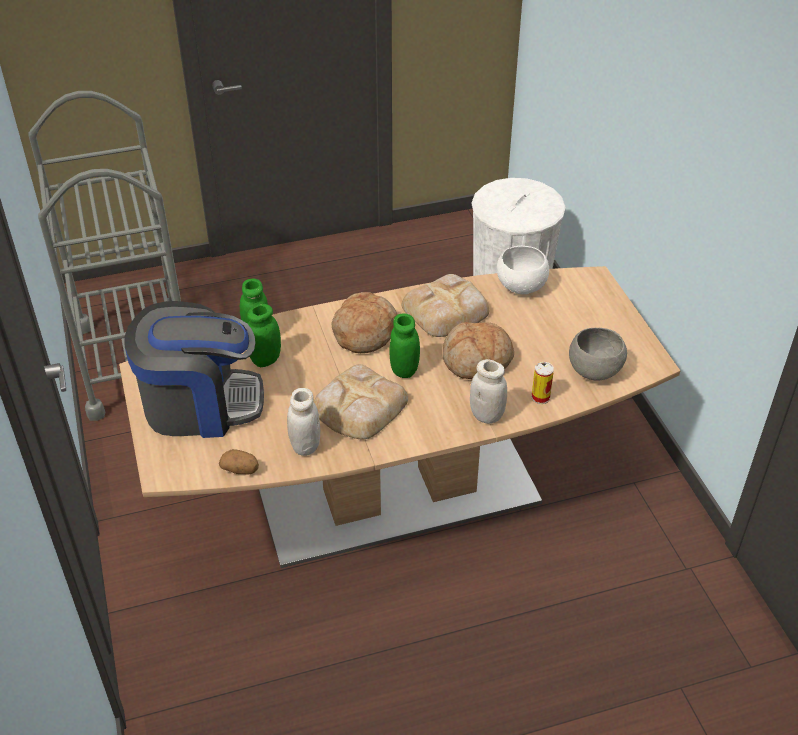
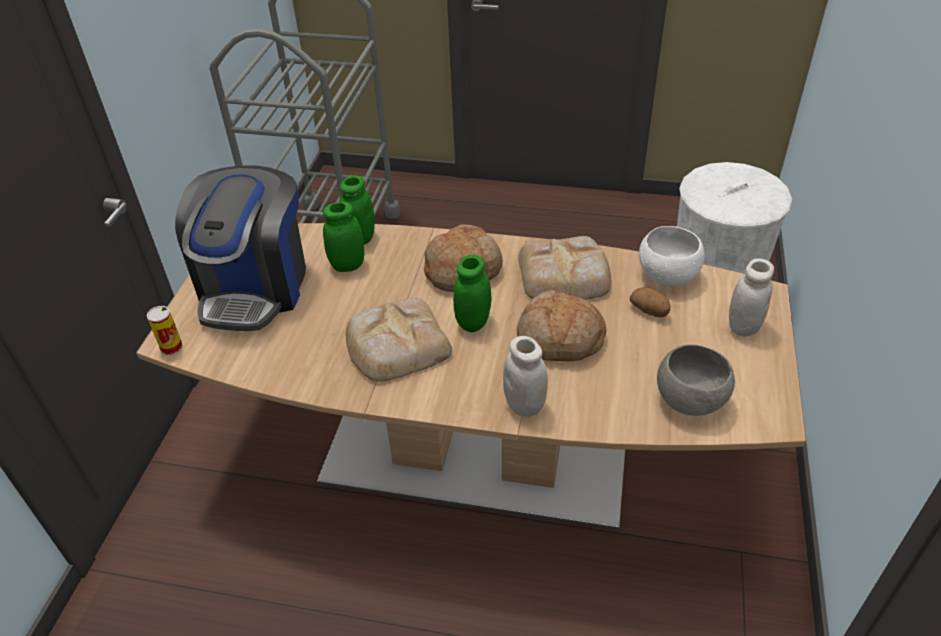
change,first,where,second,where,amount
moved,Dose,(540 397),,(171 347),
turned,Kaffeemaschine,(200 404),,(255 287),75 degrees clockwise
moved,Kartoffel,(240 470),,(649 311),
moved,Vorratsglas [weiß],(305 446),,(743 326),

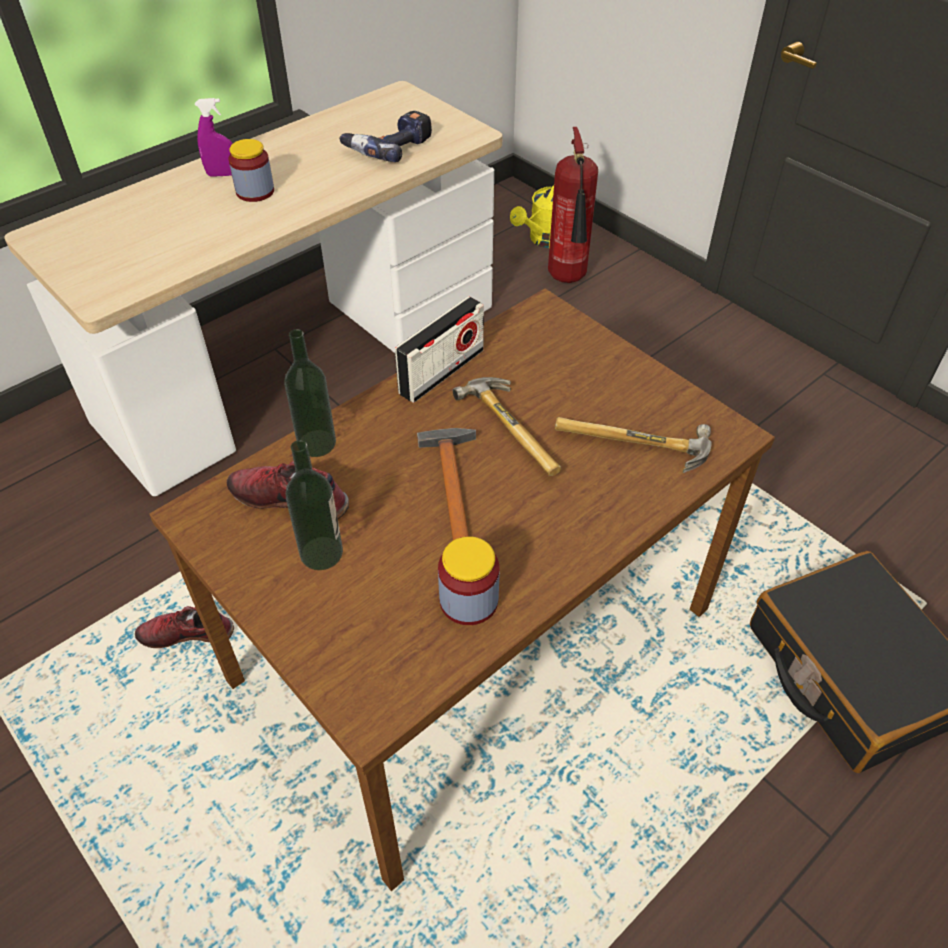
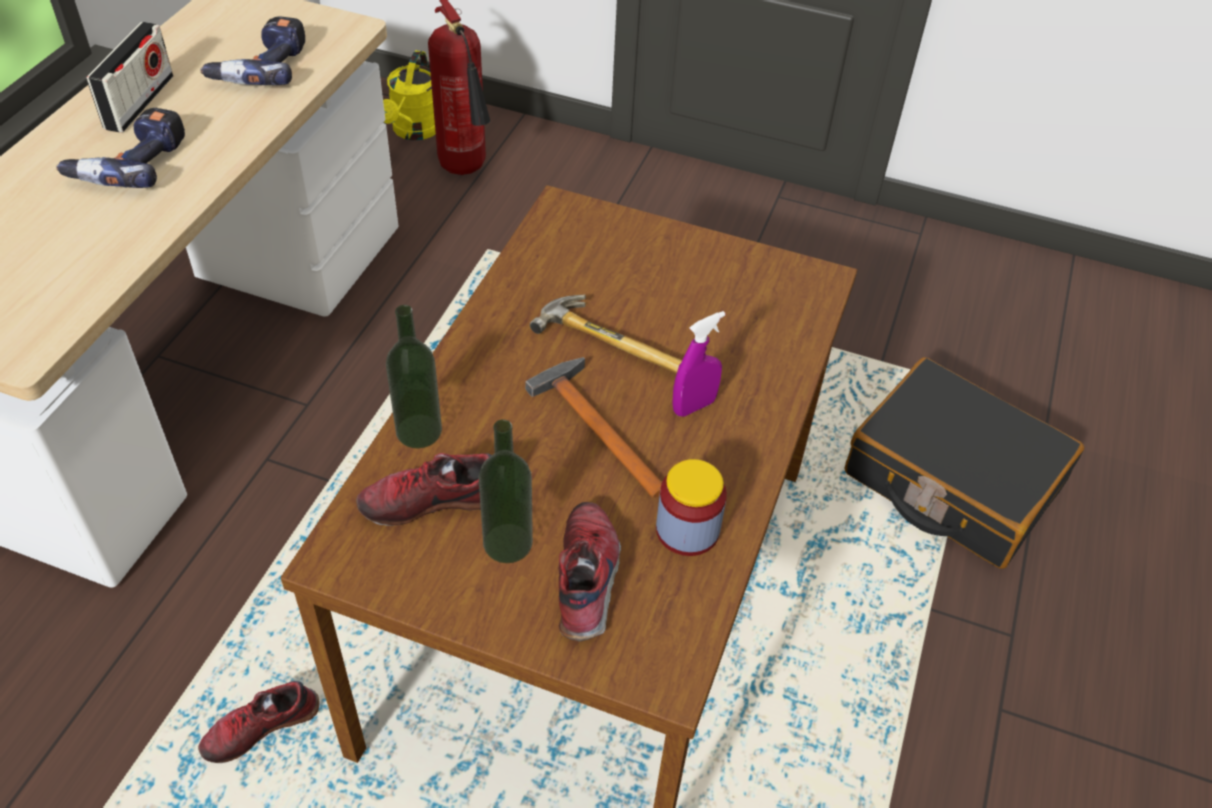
change,first,where,second,where,amount
replaced,Vorratsglas,(255 192),Bohrmaschine,(130 164),
moved,Radio,(441 372),,(139 102),
added,,,Schuh,(589 579),
moved,Sprühflasche [lila],(222 174),,(694 406),
removed,Hammer,(632 448),,,

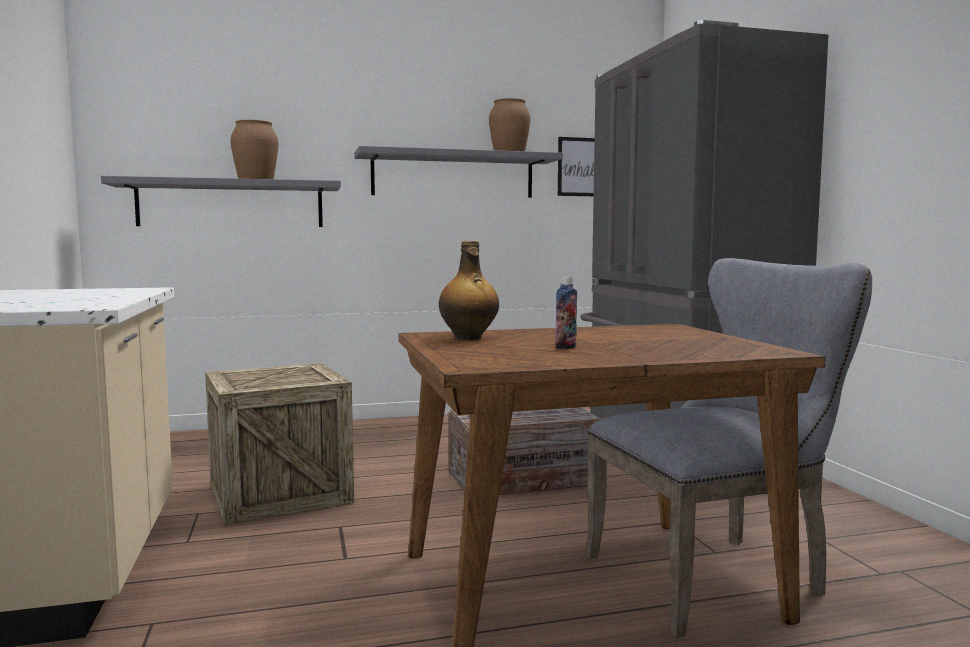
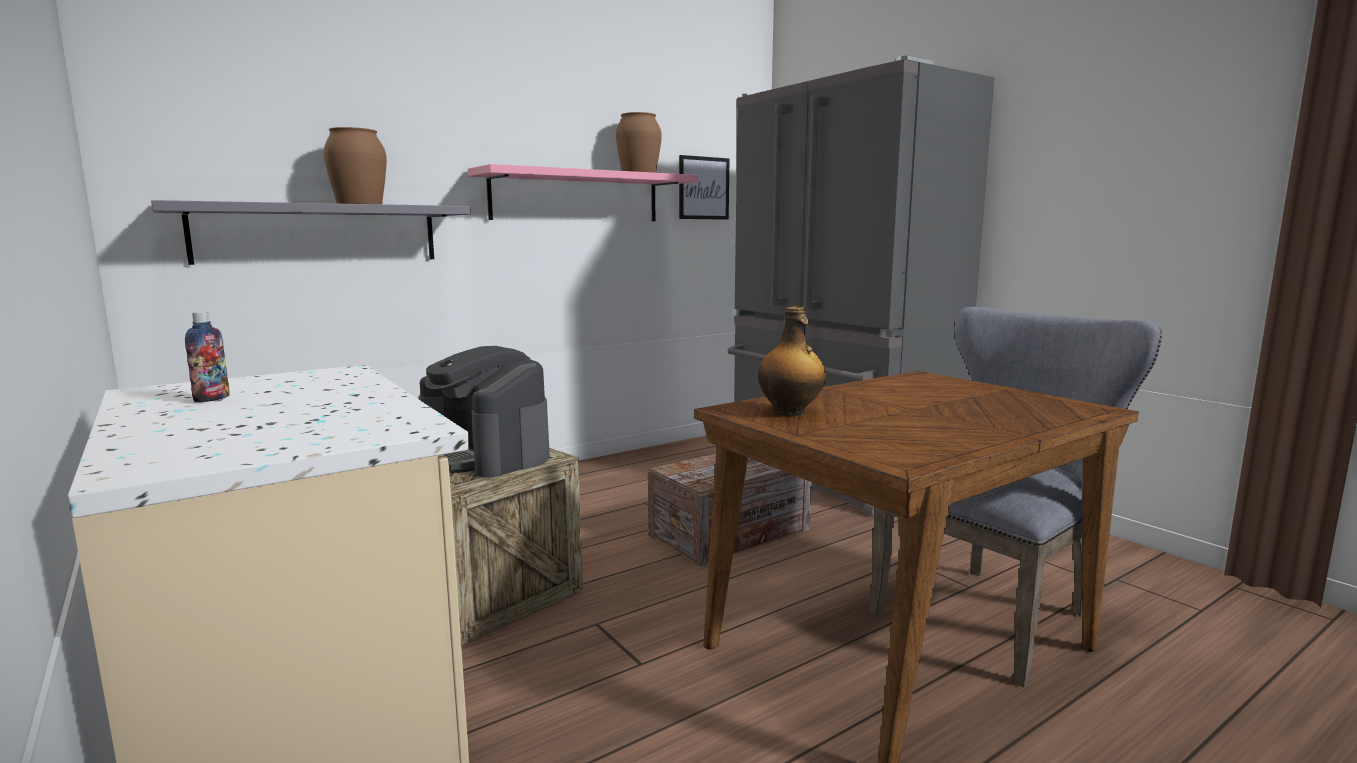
change,first,where,second,where,amount
moved,Flasche,(566 347),,(212 399),
added,,,Kaffeemaschine,(486 455),
recoloured,Wandregal [grau],(453 175),Wandregal [rosa],(576 197),

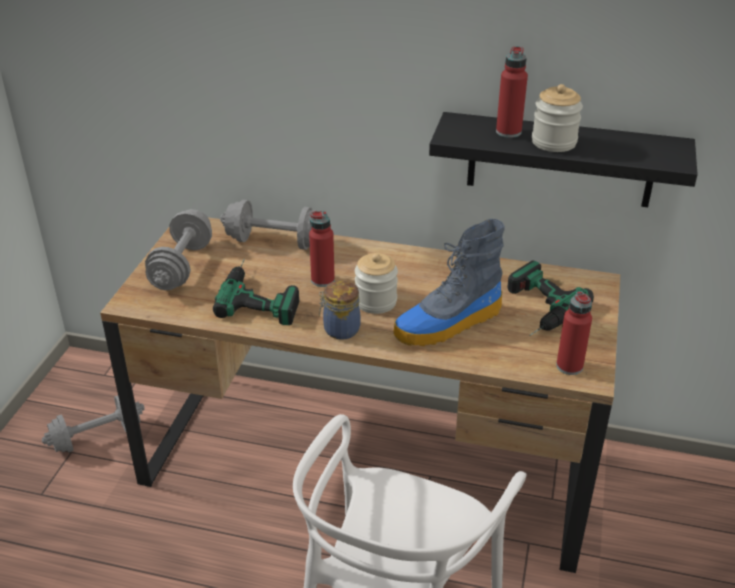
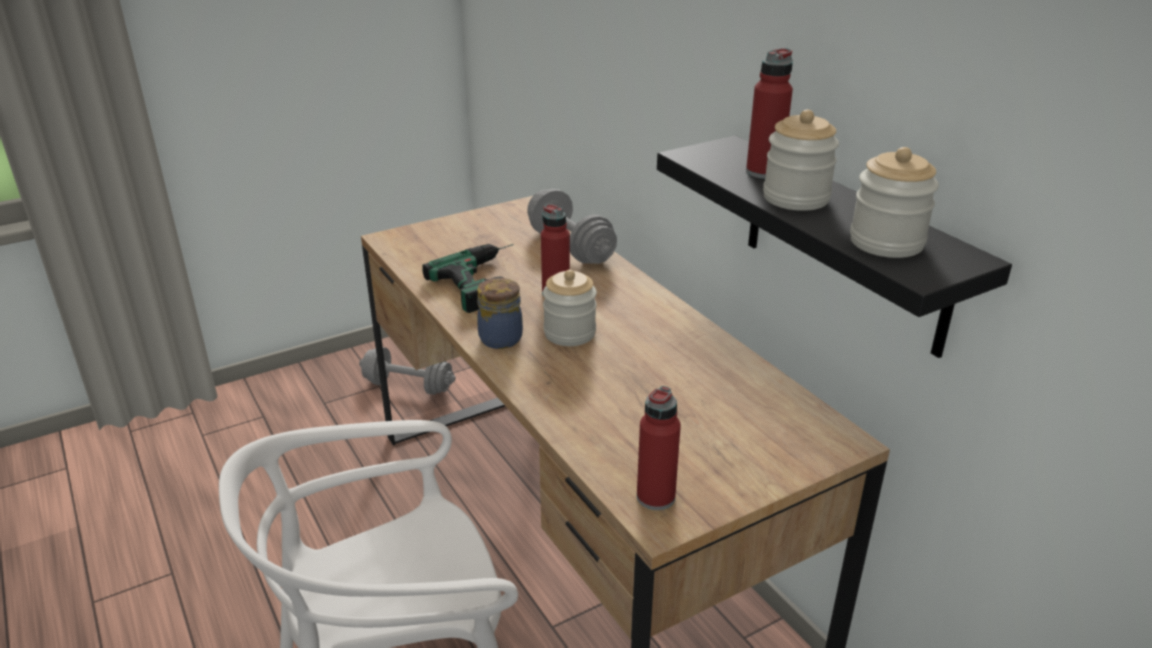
change,first,where,second,where,amount
added,,,Vorratsglas,(886 242),
removed,Hantel [grau],(182 266),,,
removed,Stiefel,(448 324),,,
removed,Bohrmaschine,(534 309),,,

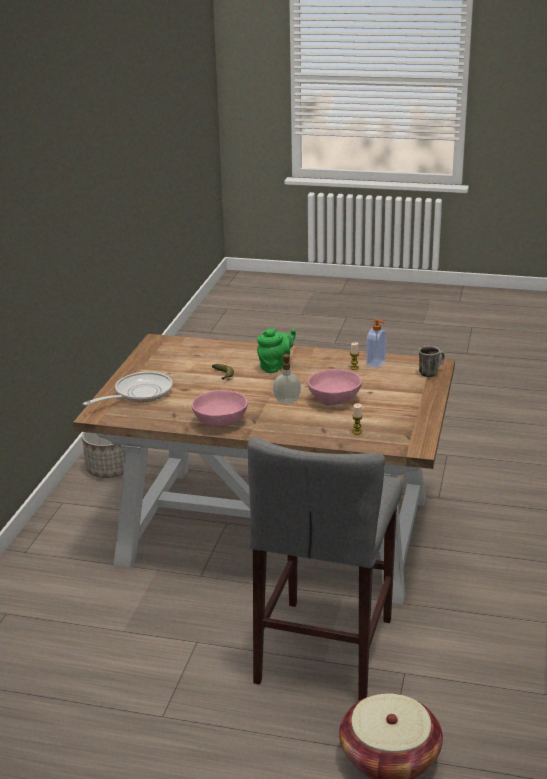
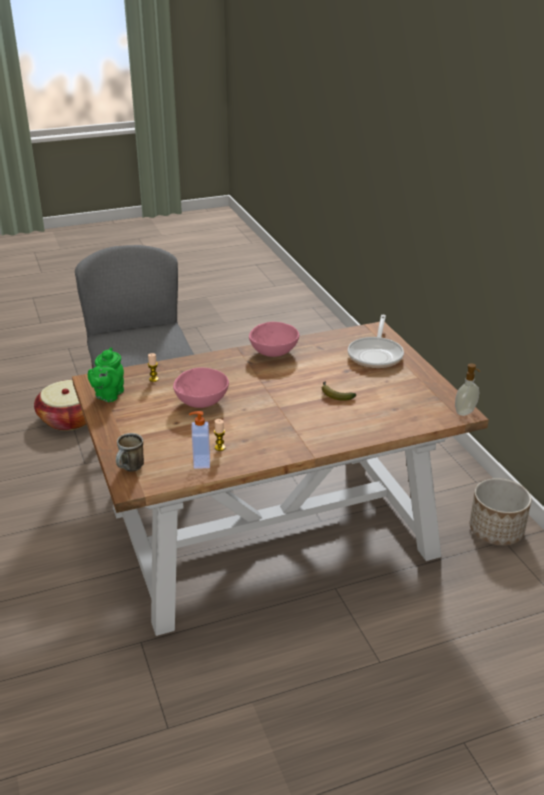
change,first,where,second,where,amount
moved,Teekanne [grün],(276 367),,(108 395),
moved,Seifenspender,(287 401),,(465 412),

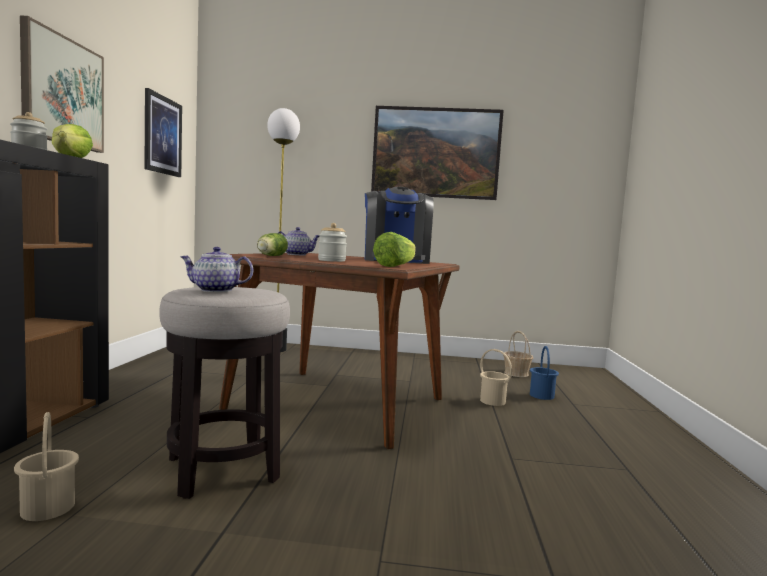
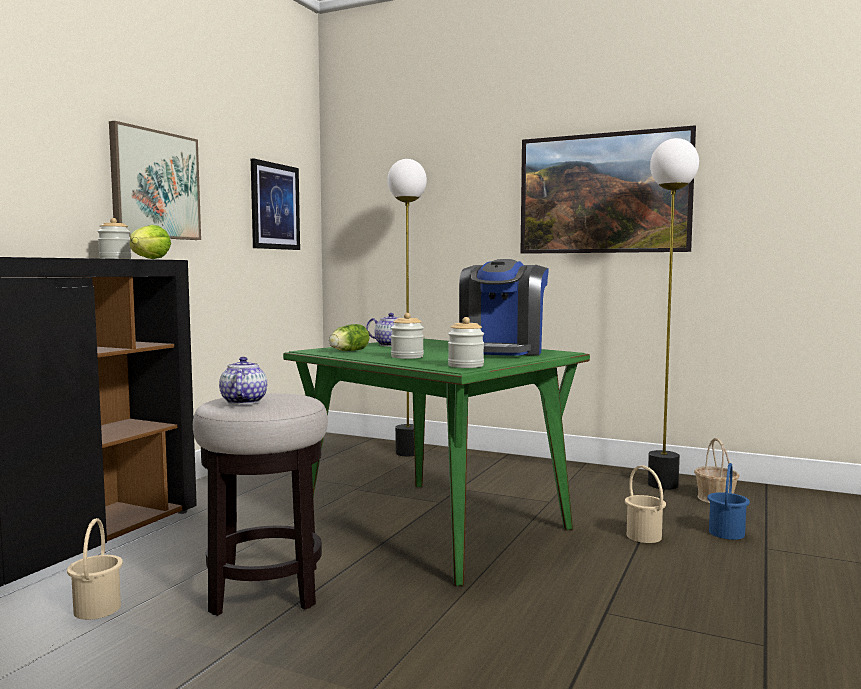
change,first,where,second,where,amount
turned,Teekanne,(215 290),,(243 401),60 degrees clockwise
recoloured,Esstisch [braun],(338 404),Esstisch [grün],(436 526),
replaced,Salatkopf,(395 266),Vorratsglas,(465 366),
added,,,Stehlampe,(663 485),

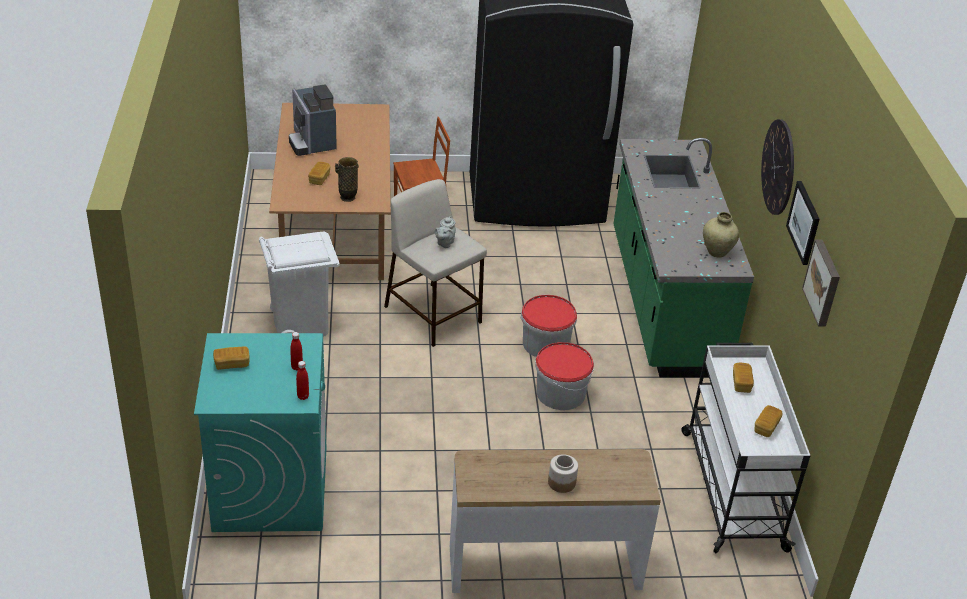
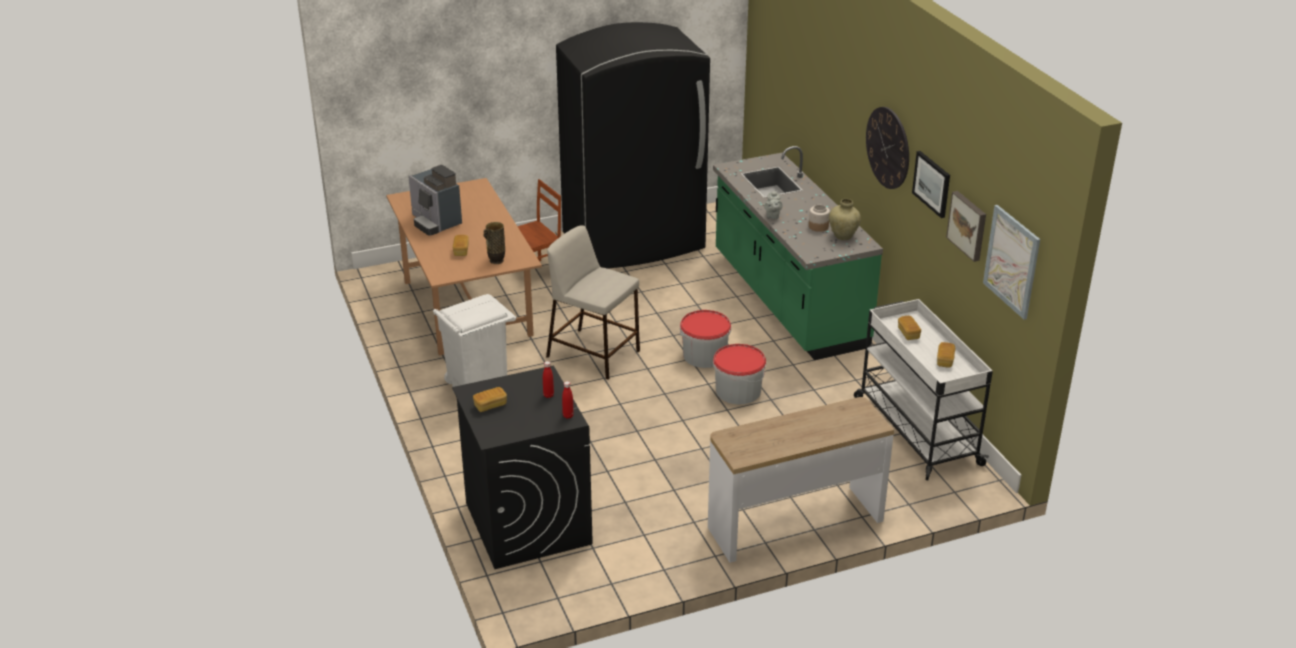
change,first,where,second,where,amount
recoloured,Waschmaschine [türkis],(270 488),Waschmaschine [schwarz],(527 523),
moved,Teekanne [grau],(444 243),,(772 216),
moved,Vorratsglas,(561 482),,(818 226),
added,,,Bild,(1012 261),

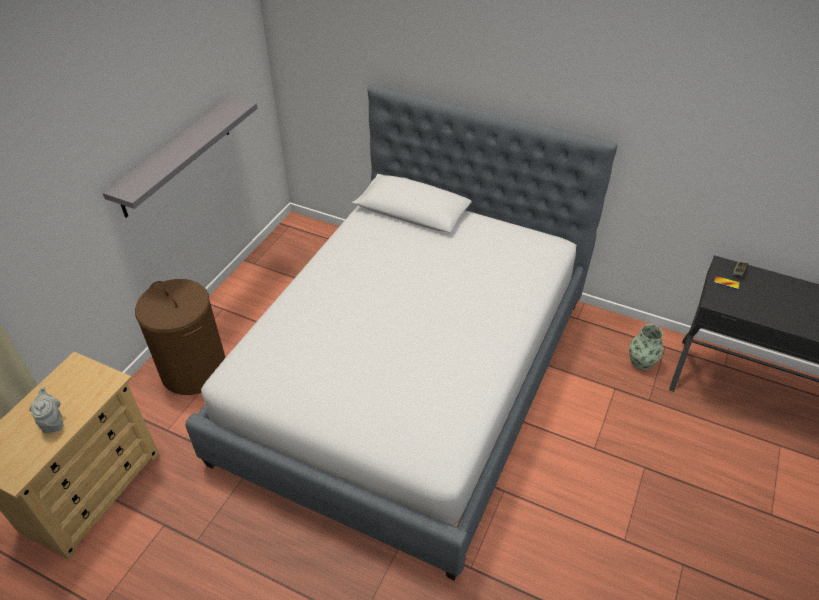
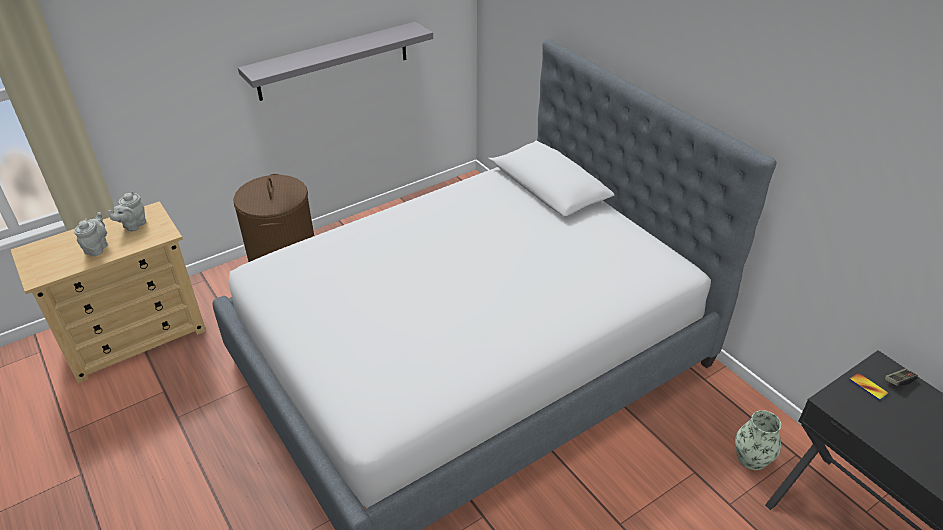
change,first,where,second,where,amount
added,,,Teekanne [grau],(133 225),

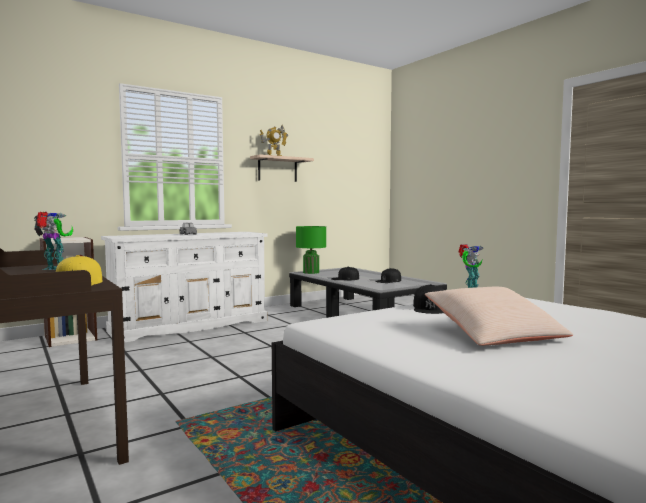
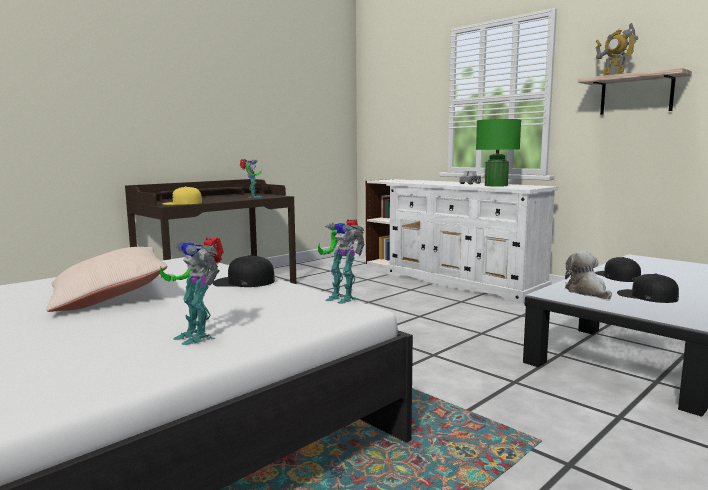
change,first,where,second,where,amount
added,,,Spielzeugroboter,(197 336),
moved,Tischlampe [grün],(311 272),,(496 185),
added,,,Plüschtier,(587 292),

